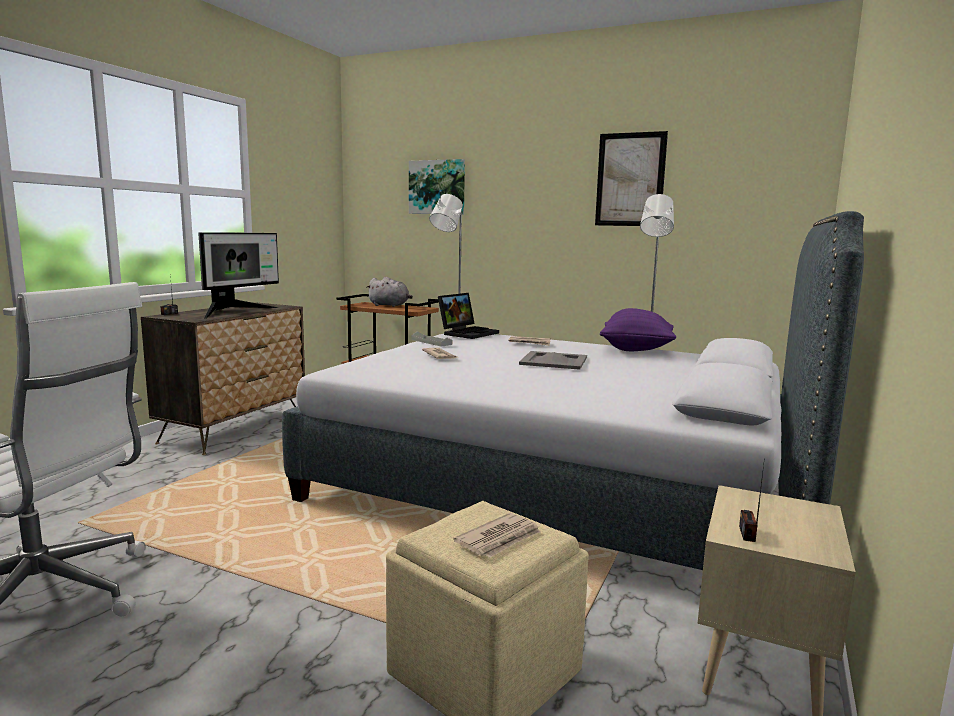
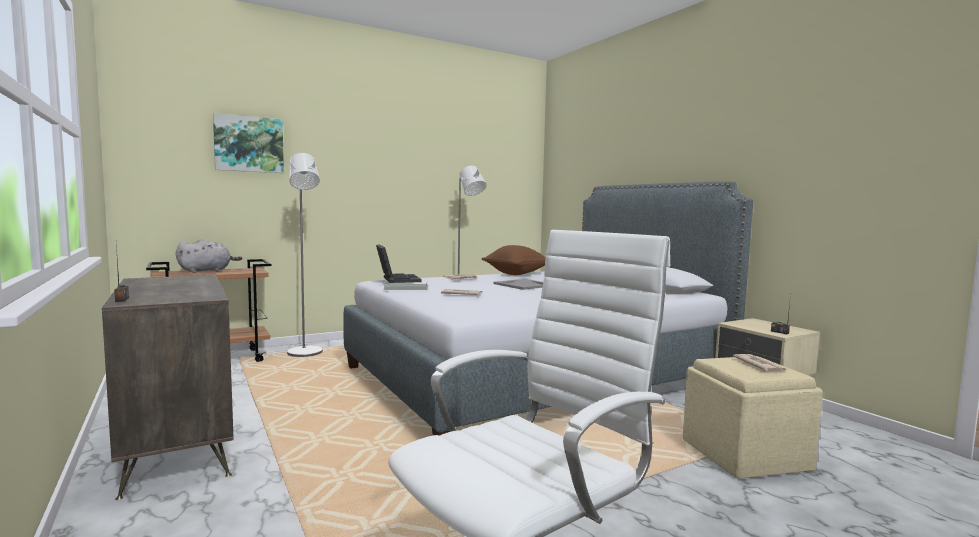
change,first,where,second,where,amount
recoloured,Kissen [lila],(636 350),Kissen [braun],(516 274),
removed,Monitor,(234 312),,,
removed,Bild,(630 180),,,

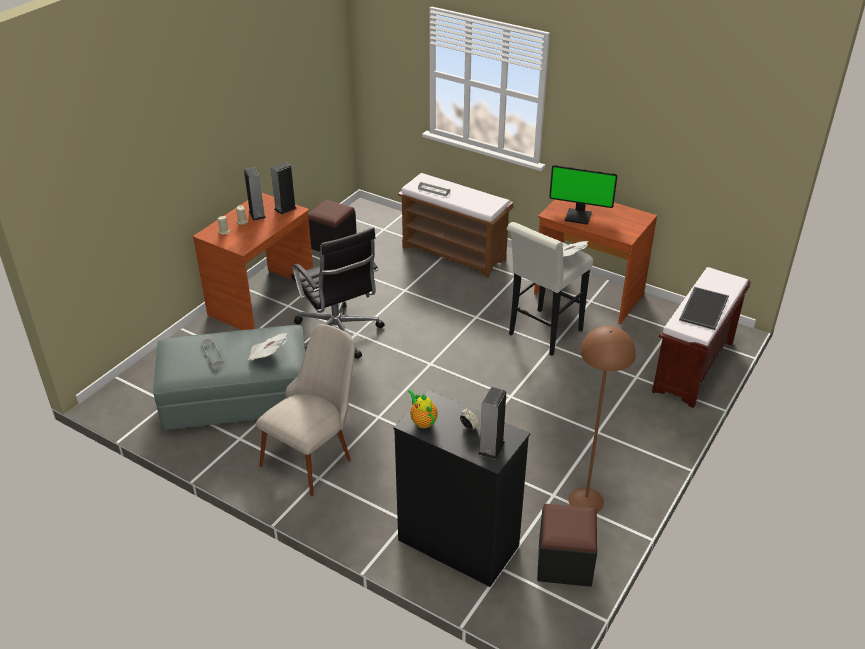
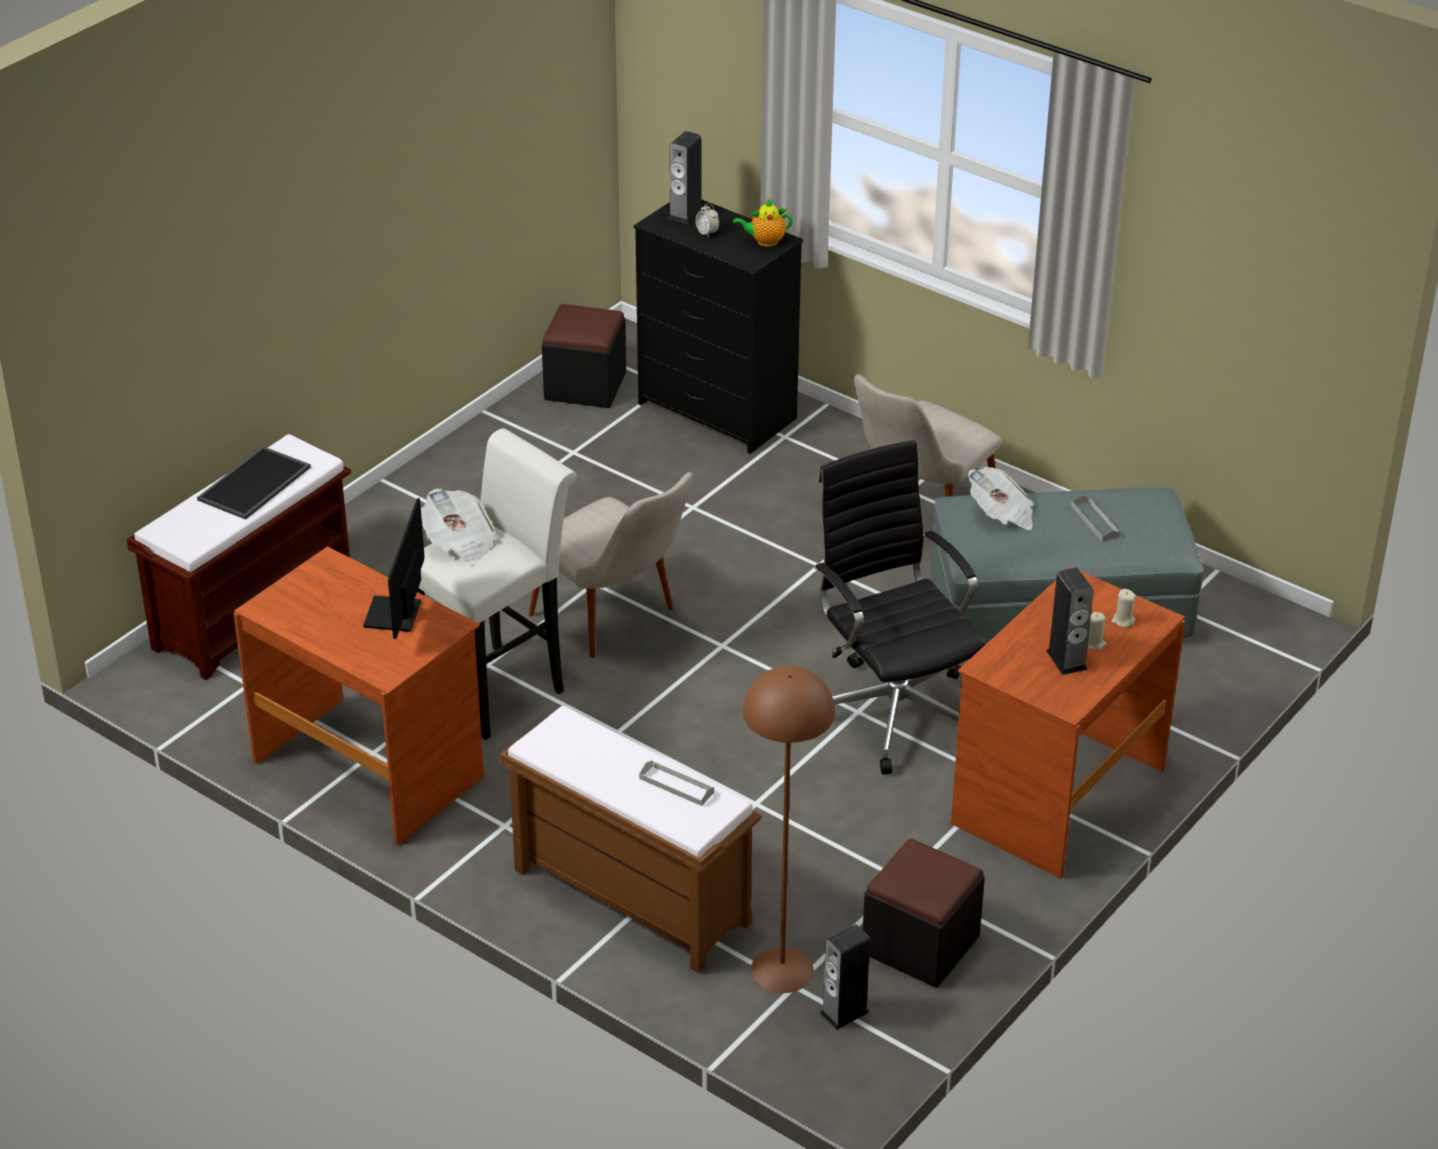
change,first,where,second,where,amount
turned,Monitor,(579 216),,(395 616),105 degrees counterclockwise
added,,,Stuhl [beige],(617 623),
turned,Teekanne,(422 421),,(765 241),105 degrees clockwise
moved,Stehlampe [braun],(586 501),,(782 969),
moved,Lautsprecher,(285 208),,(844 1012),

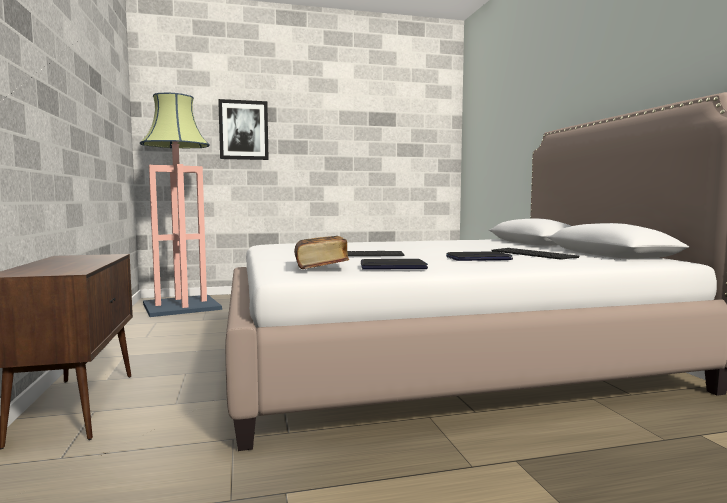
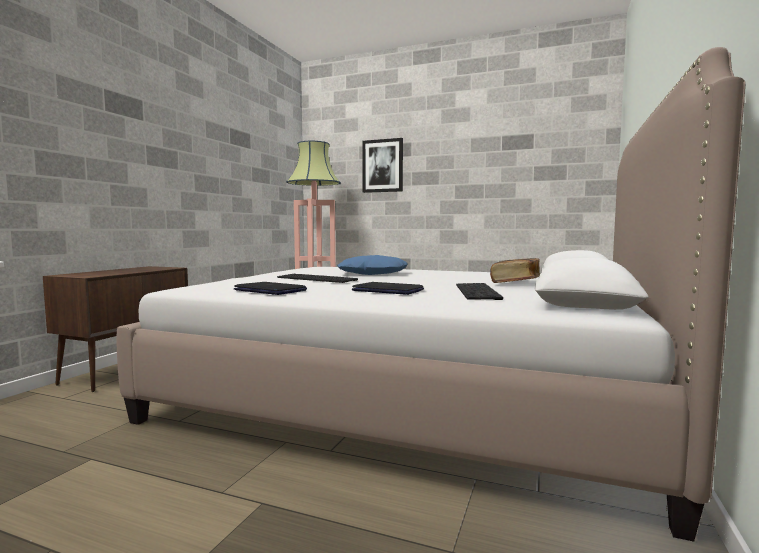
change,first,where,second,where,amount
added,,,Kissen [blau],(372 273),
moved,Buch,(321 267),,(515 283),

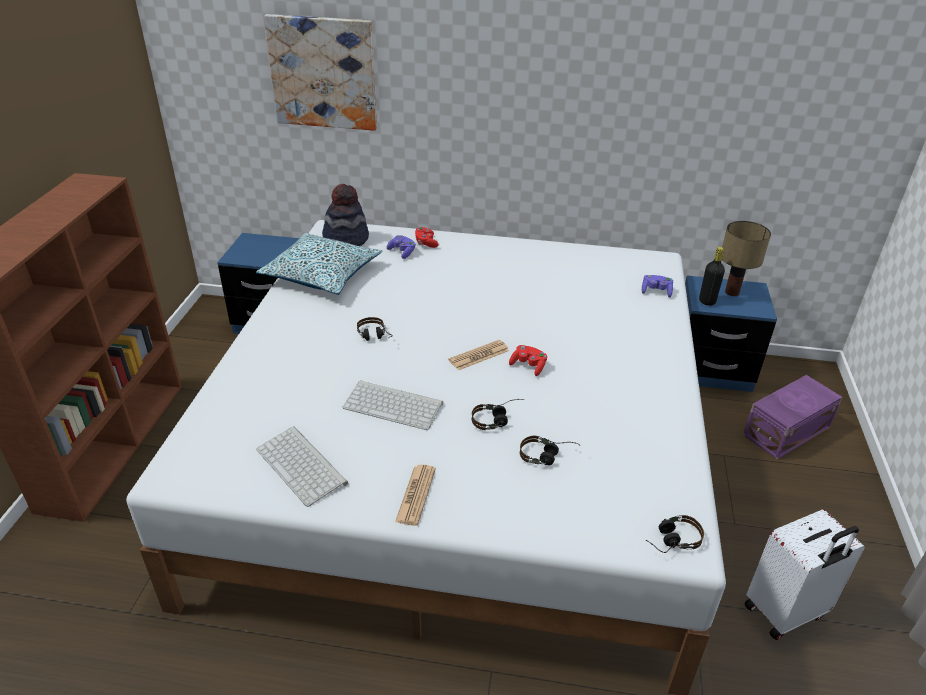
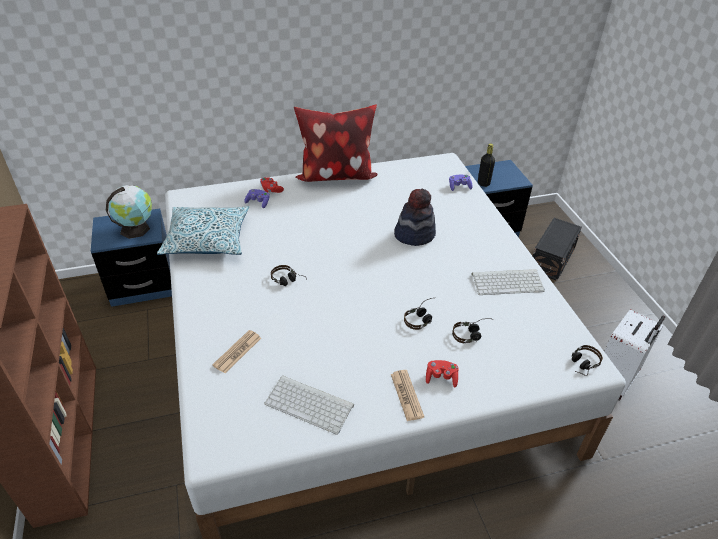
change,first,where,second,where,amount
added,,,Globus,(136 228),
moved,Zeitung,(479 355),,(237 352),
added,,,Kissen,(335 175),
moved,Hut,(346 239),,(414 234),
moved,Gamepad [rot],(528 366),,(441 378),
moved,Tastatur,(395 405),,(508 282),
recoloured,Aufbewahrungsbox [lila],(784 431),Aufbewahrungsbox [schwarz],(551 259),
removed,Bild,(323 72),,,
removed,Tischlampe,(731 292),,,

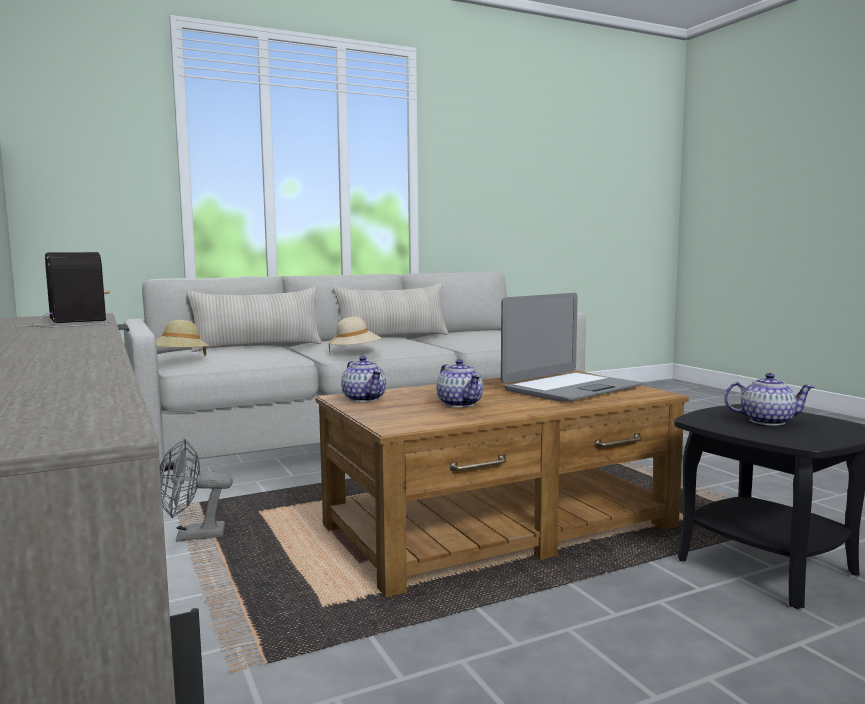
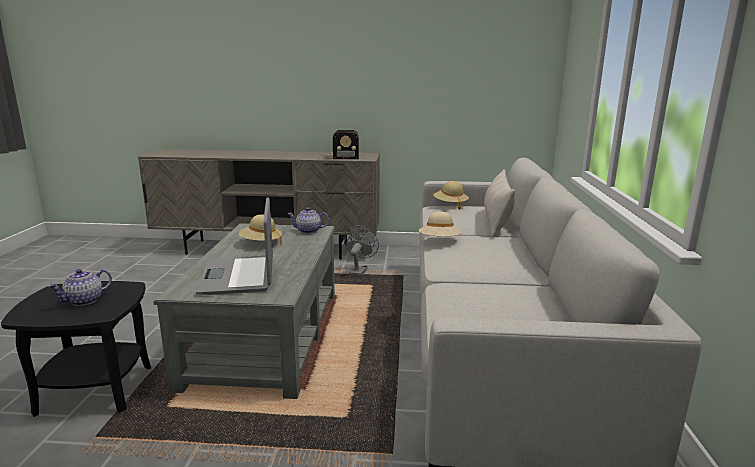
change,first,where,second,where,amount
recoloured,Couchtisch [braun],(501 527),Couchtisch [grau],(265 336),
replaced,Teekanne,(460 403),Hut [beige],(261 243),
removed,Kissen [beige],(393 337),,,

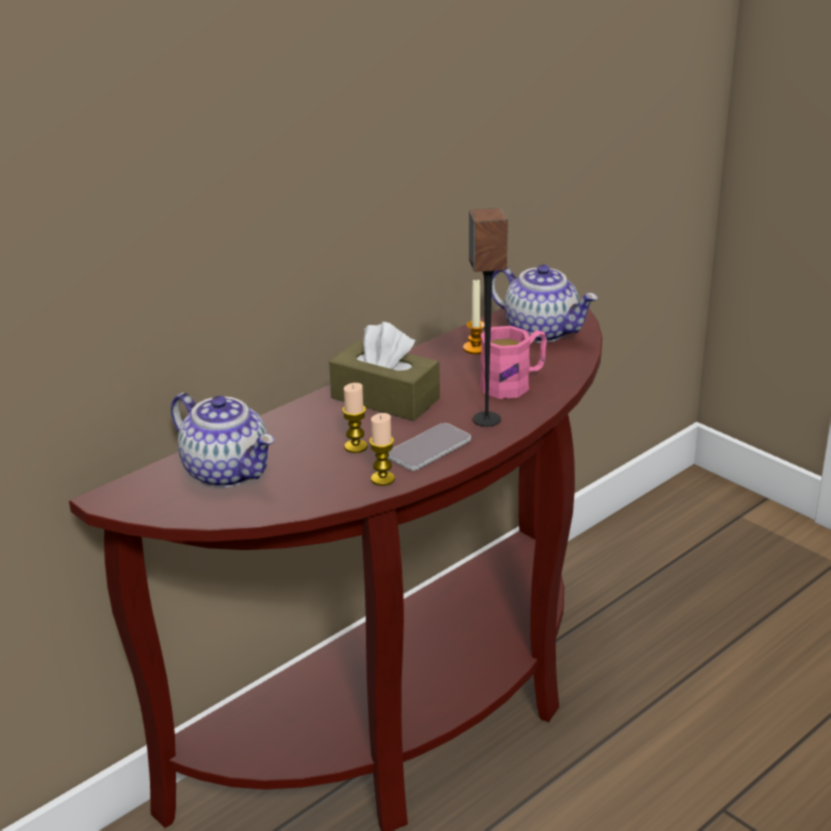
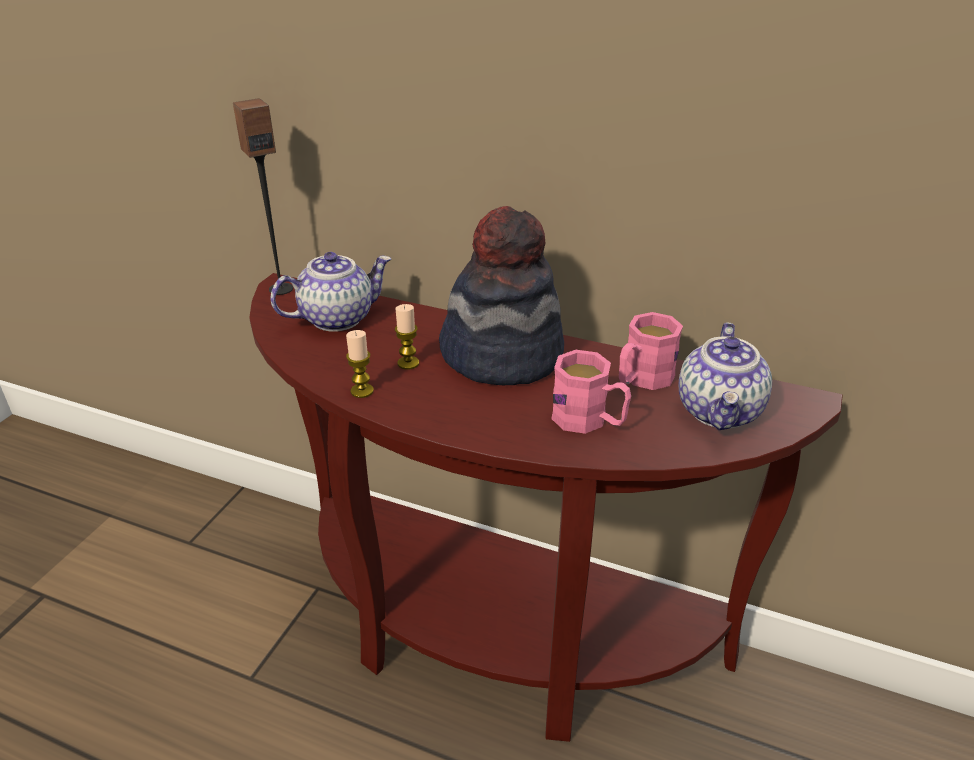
change,first,where,second,where,amount
moved,Lautsprecher,(486 419),,(281 289),
turned,Teekanne,(228 472),,(337 318),135 degrees counterclockwise
replaced,Taschentuchbox [braun],(385 398),Hut,(502 355),
replaced,Kerze,(475 348),Henkelbecher [rosa],(641 379),
removed,Handy,(429 448),,,

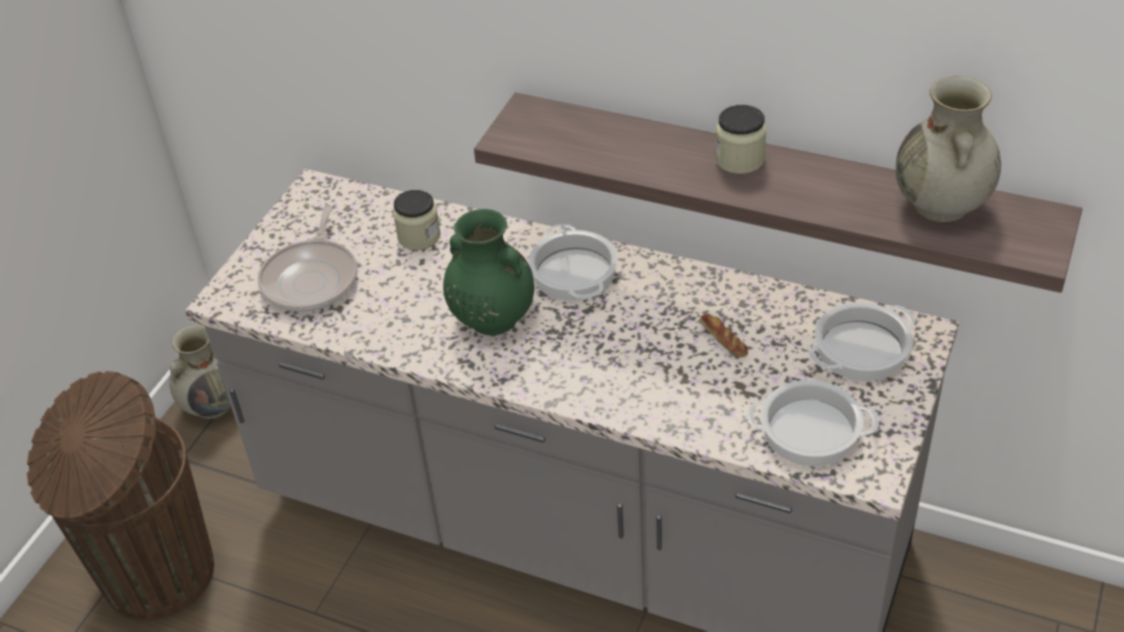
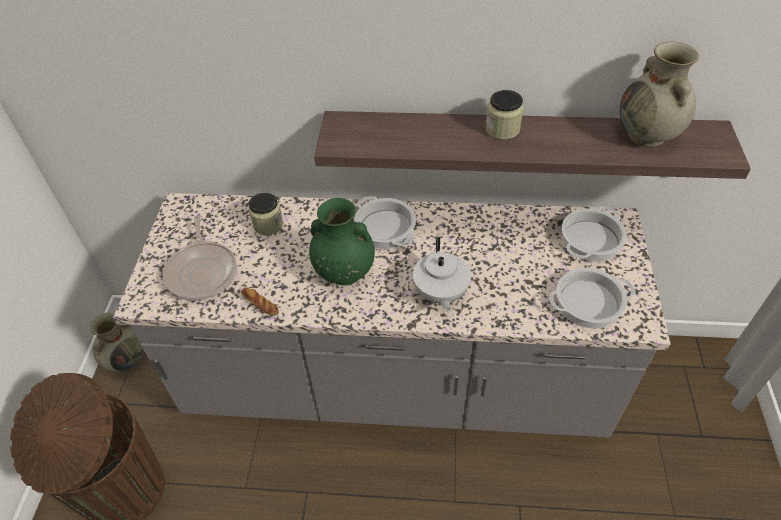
change,first,where,second,where,amount
moved,Brot,(723 339),,(260 303),
added,,,Teekanne [weiß],(440 293),

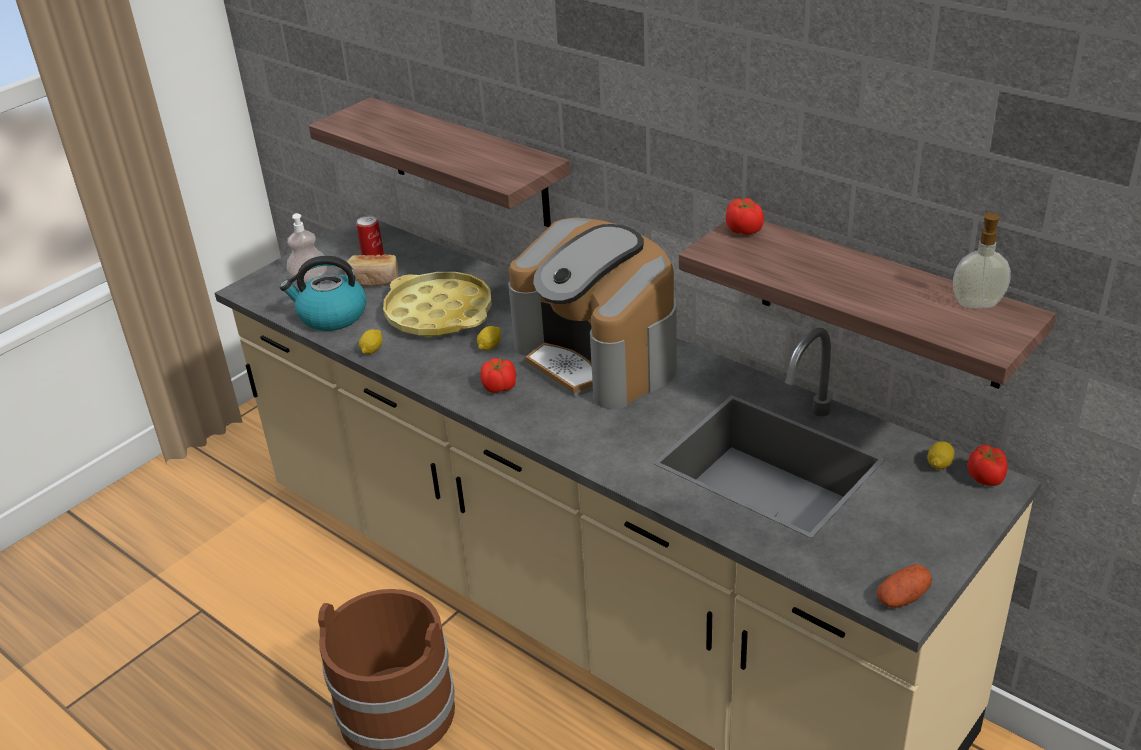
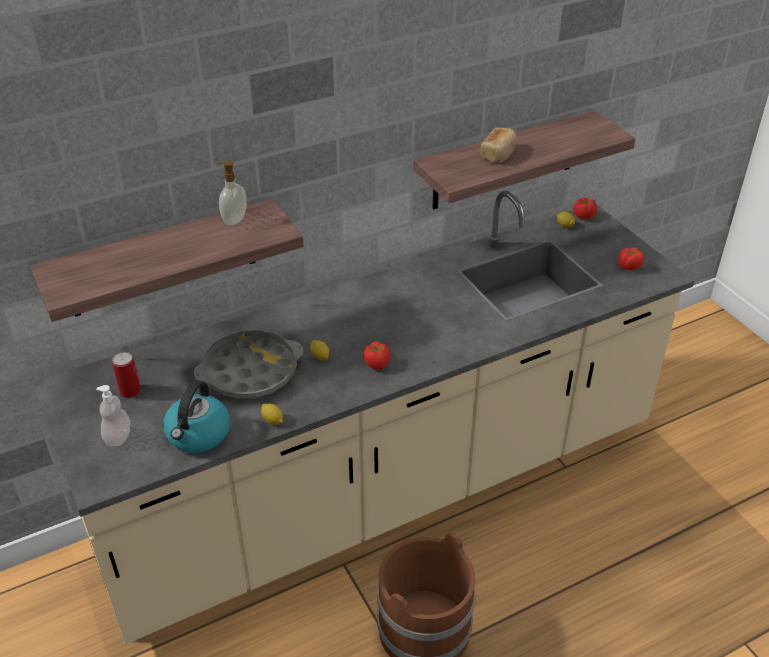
change,first,where,second,where,amount
recoloured,Tablett [gelb],(439 313),Tablett [grau],(250 371),
moved,Seifenspender,(977 303),,(234 220),
moved,Brot,(373 280),,(498 153),
moved,Tomate,(744 230),,(628 266),
removed,Kaffeemaschine,(599 356),,,
removed,Kartoffel,(902 597),,,

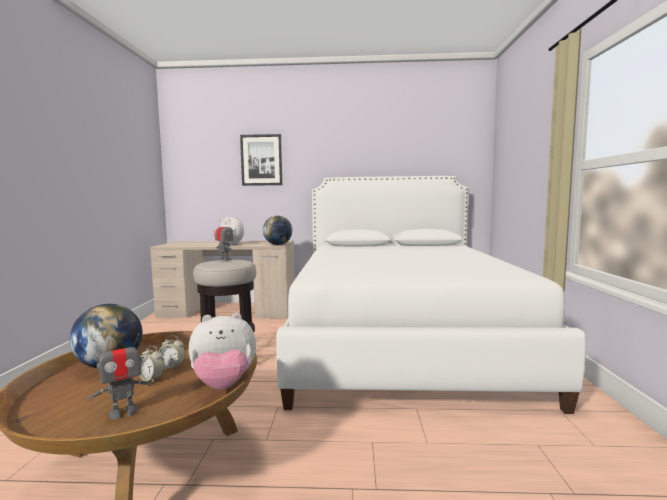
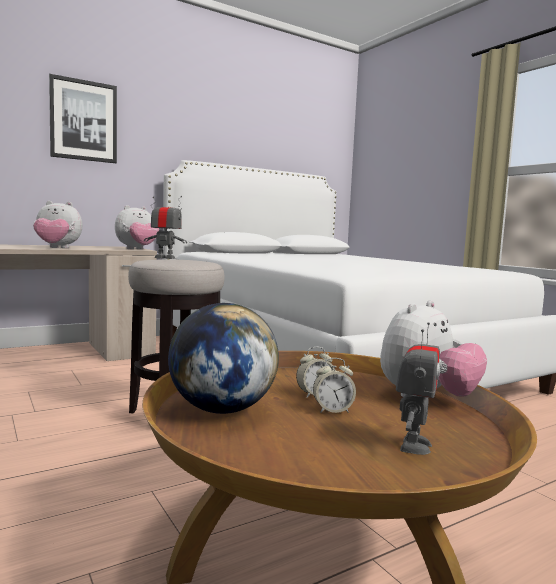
change,first,where,second,where,amount
replaced,Globus,(278 244),Plüschtier,(137 249),

